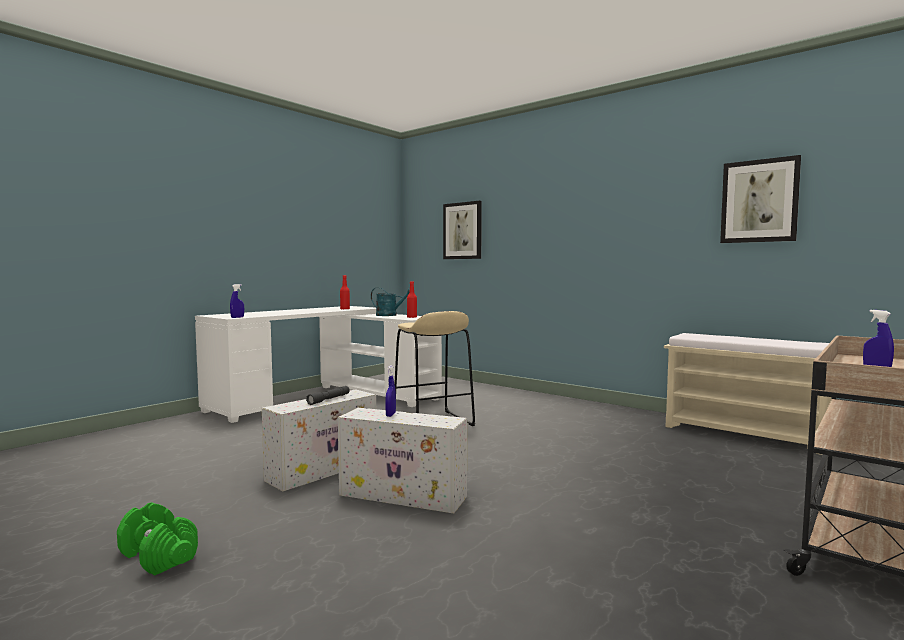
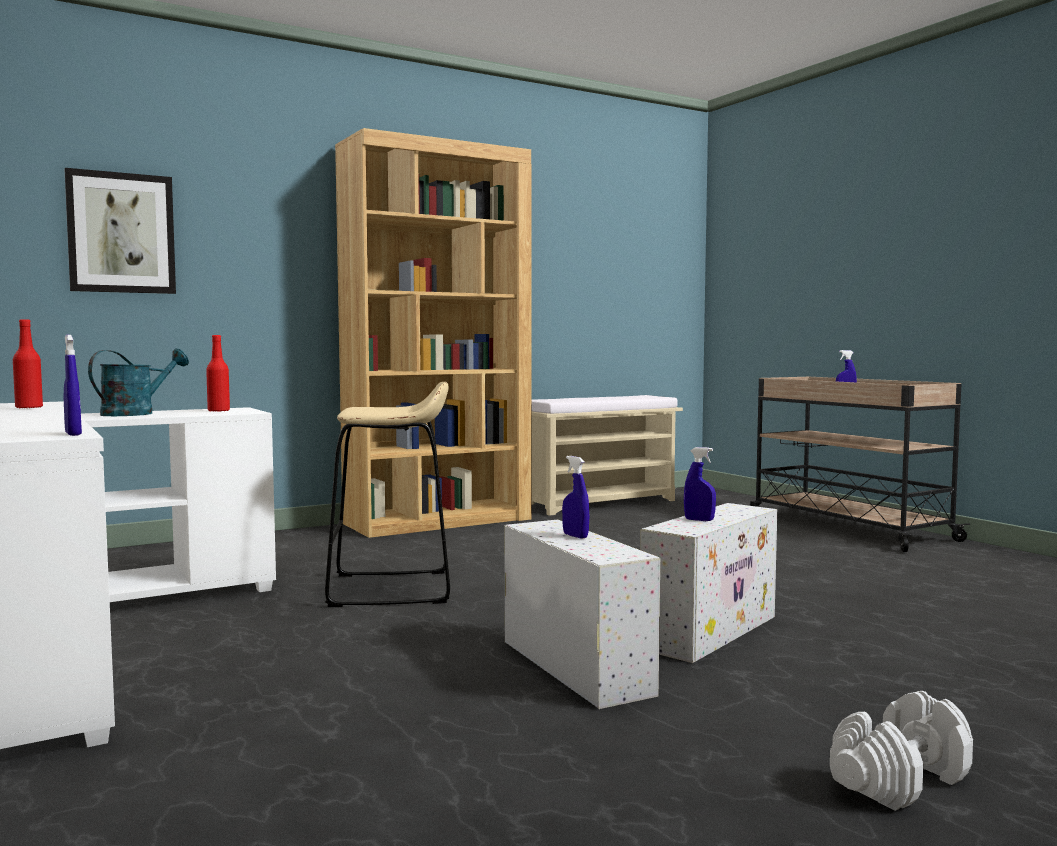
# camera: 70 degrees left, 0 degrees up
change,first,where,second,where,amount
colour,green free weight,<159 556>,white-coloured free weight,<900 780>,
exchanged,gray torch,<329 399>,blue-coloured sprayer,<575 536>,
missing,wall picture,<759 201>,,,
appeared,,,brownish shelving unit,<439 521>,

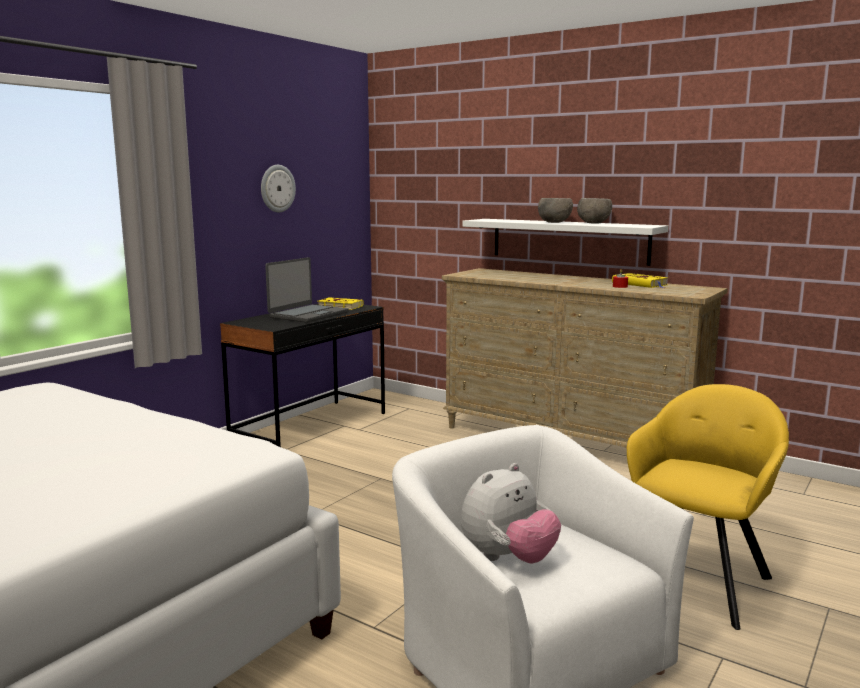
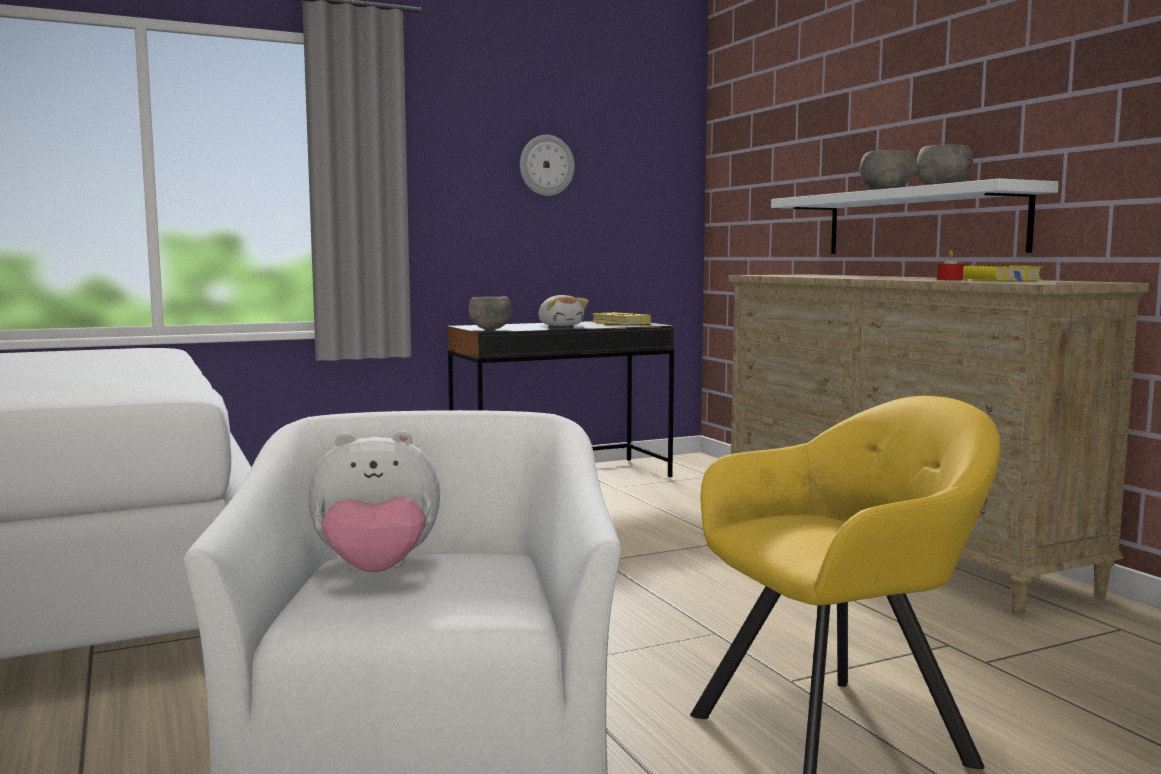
# camera: 30 degrees right, 5 degrees down
change,first,where,second,where,amount
exchanged,laptop,<308 315>,plush toy,<560 325>,
appeared,,,gray bowl,<490 329>,

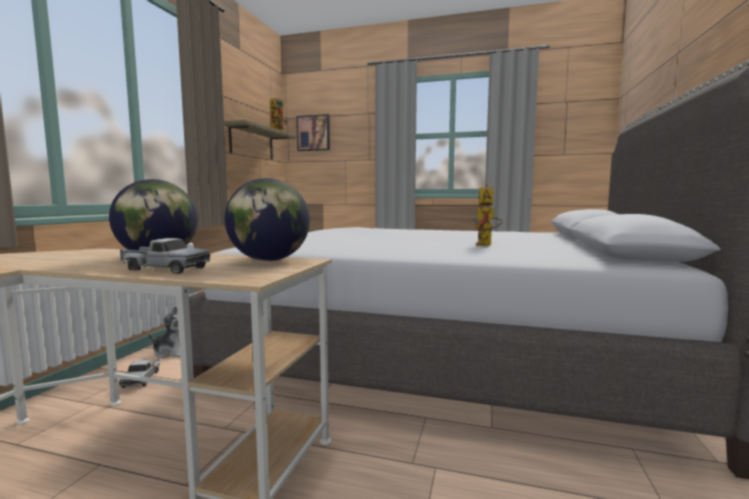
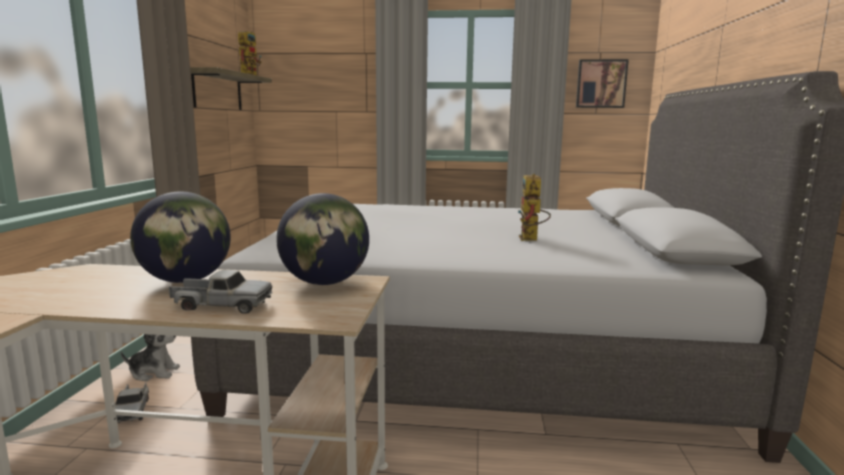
# camera: 10 degrees left, 5 degrees up
change,first,where,second,where,amount
relocated,wall picture,<314 133>,,<601 84>,

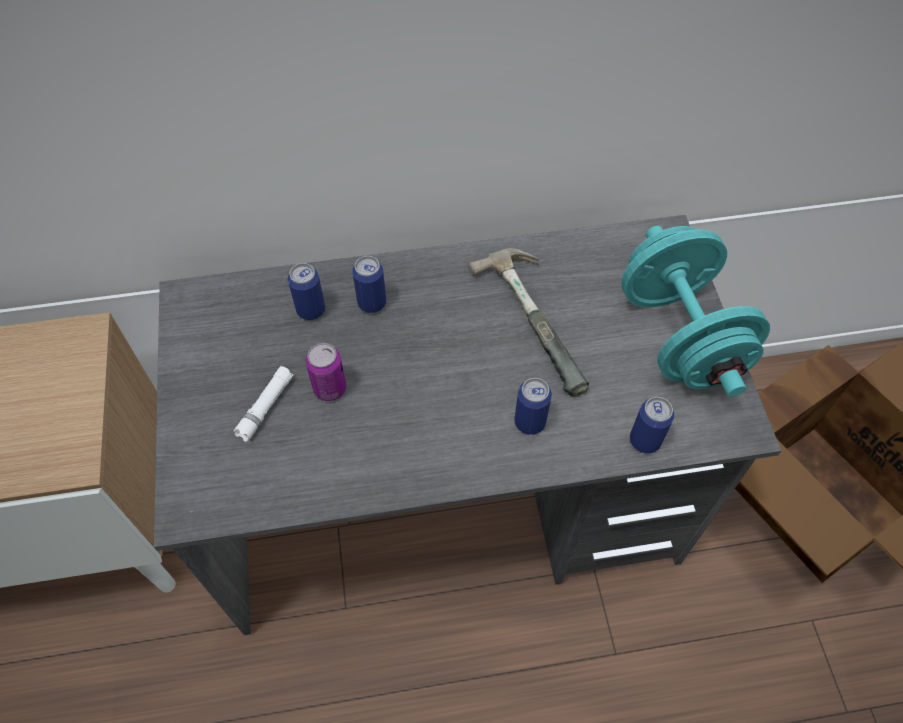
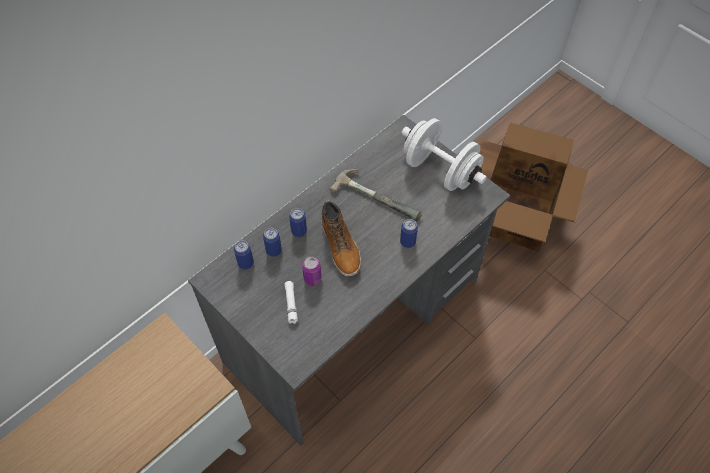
# camera: 35 degrees left, 0 degrees up
change,first,where,second,where,amount
colour,blue-green free weight,<680 337>,white-coloured free weight,<440 170>,
relocated,sealed can,<645 440>,,<245 263>,
appeared,,,tall boot,<341 247>,

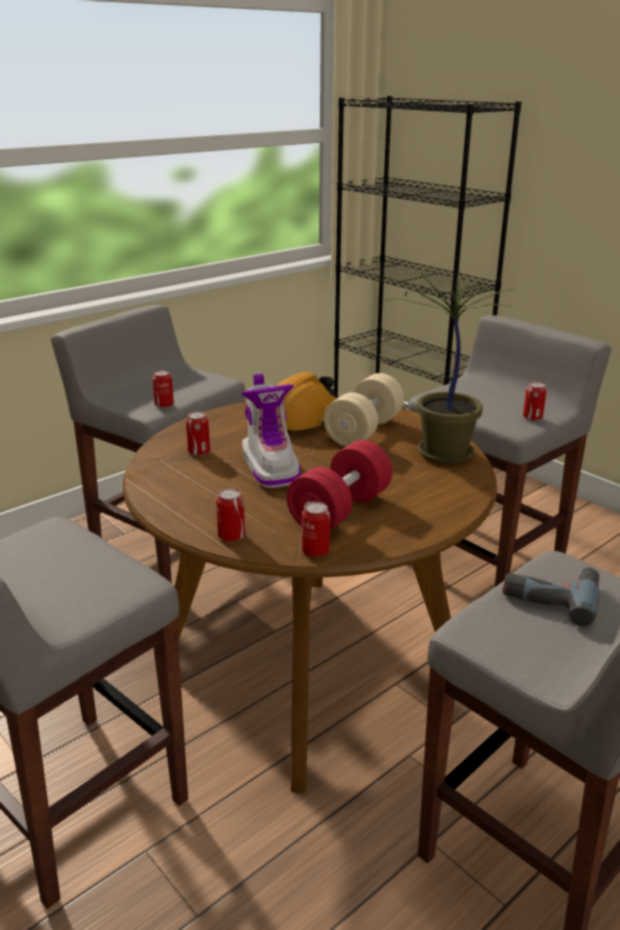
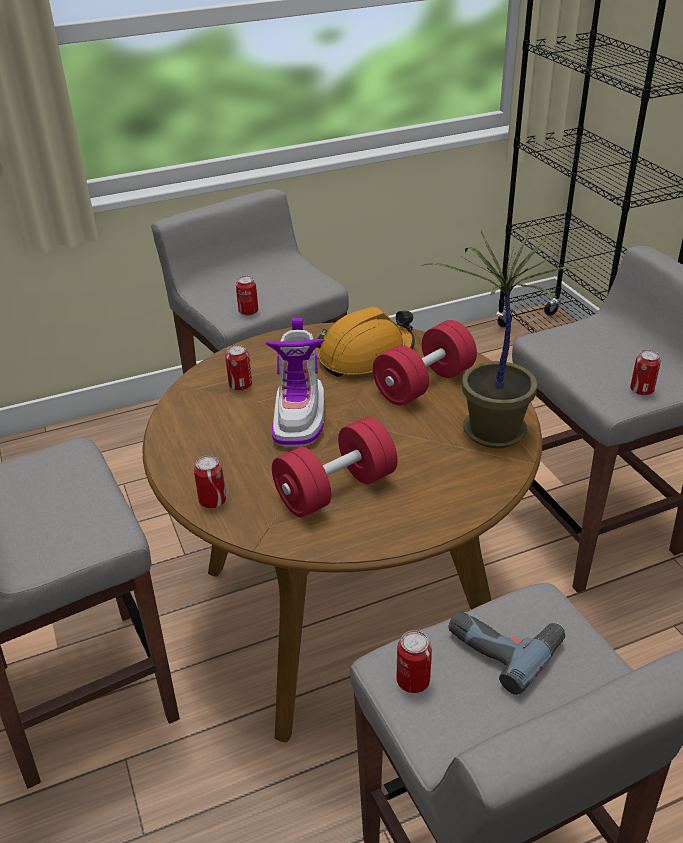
# camera: 20 degrees right, 10 degrees up
change,first,where,second,where,amount
relocated,sealed can,<315 551>,,<413 681>,
colour,sand-coloured free weight,<364 431>,red-coloured free weight,<424 384>,

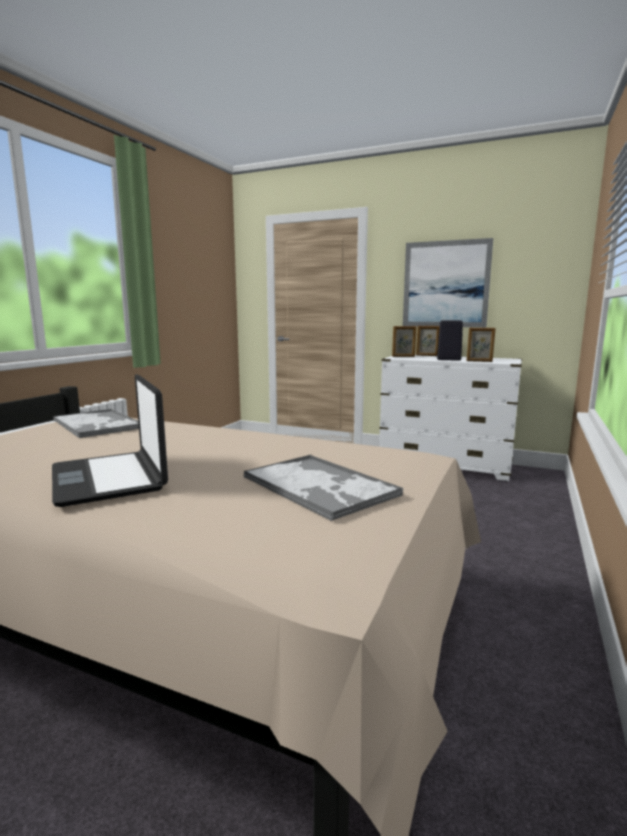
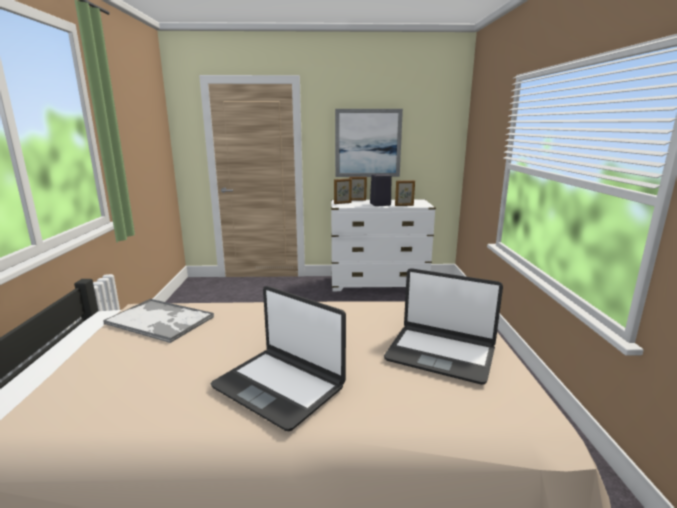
# camera: 25 degrees left, 5 degrees up
change,first,where,second,where,amount
exchanged,carrying tray,<320 486>,laptop,<440 354>,

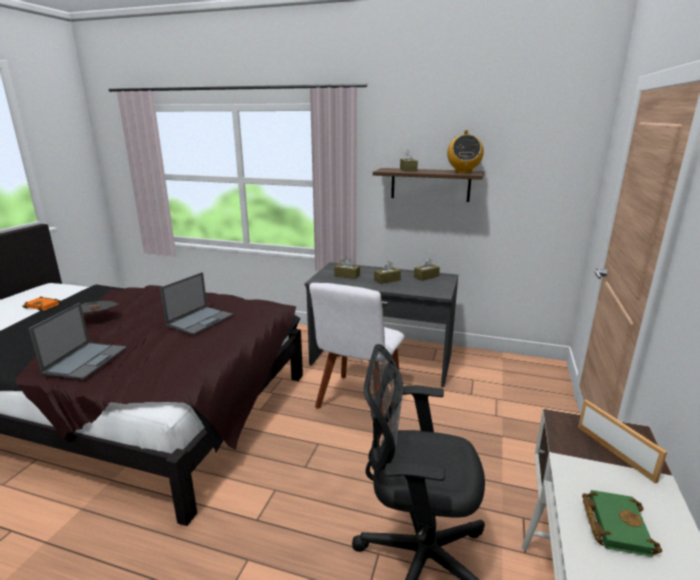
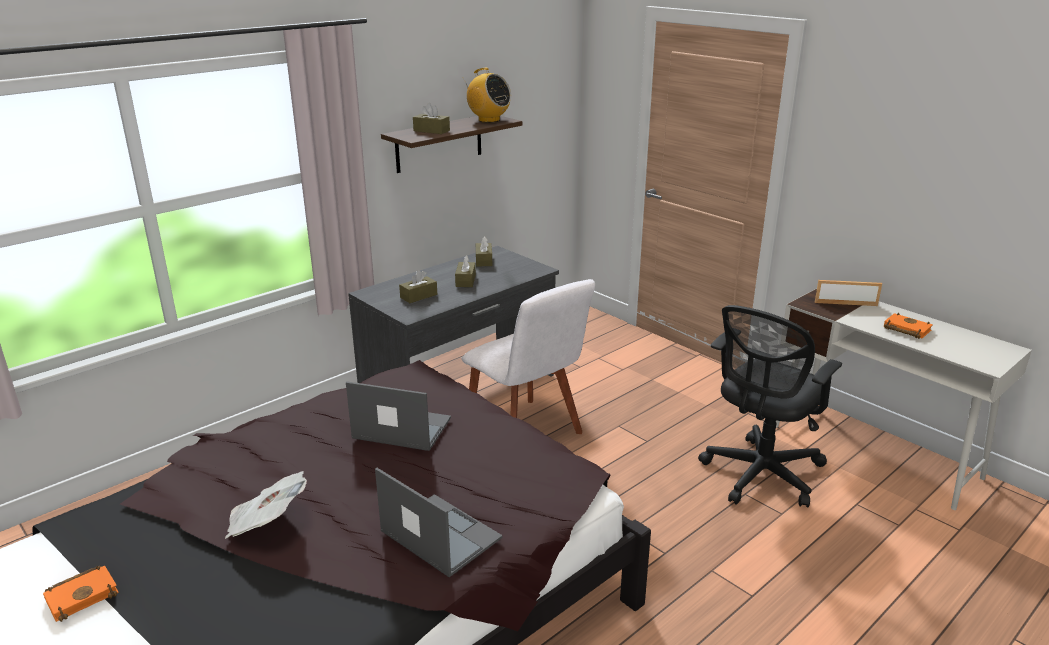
# camera: 60 degrees left, 5 degrees up
change,first,where,second,where,amount
spun,laptop,<200 320>,,<400 428>,45 degrees counterclockwise
colour,green volume,<614 524>,orange-coloured volume,<905 329>,

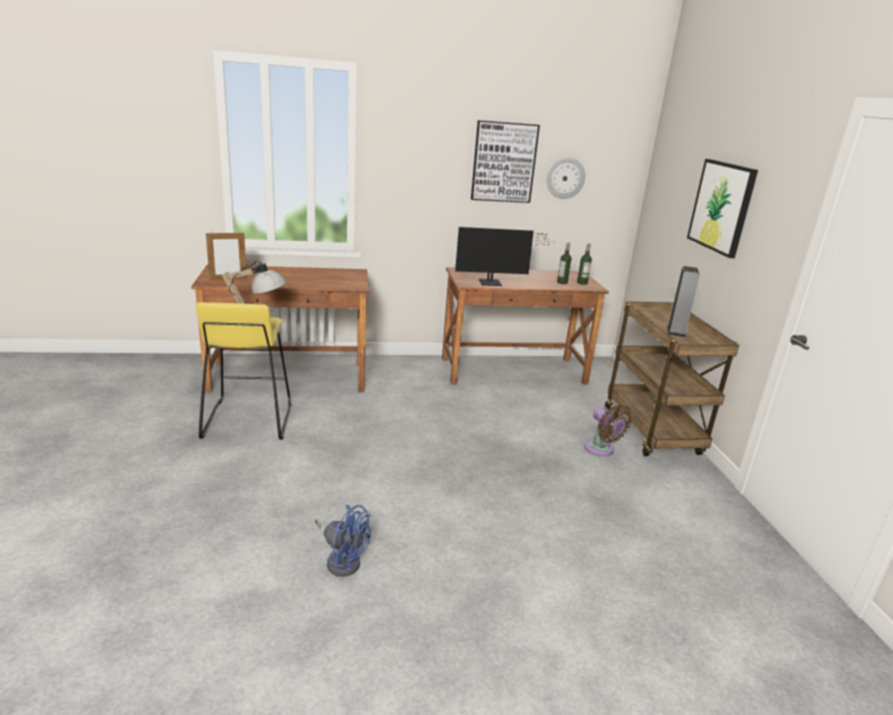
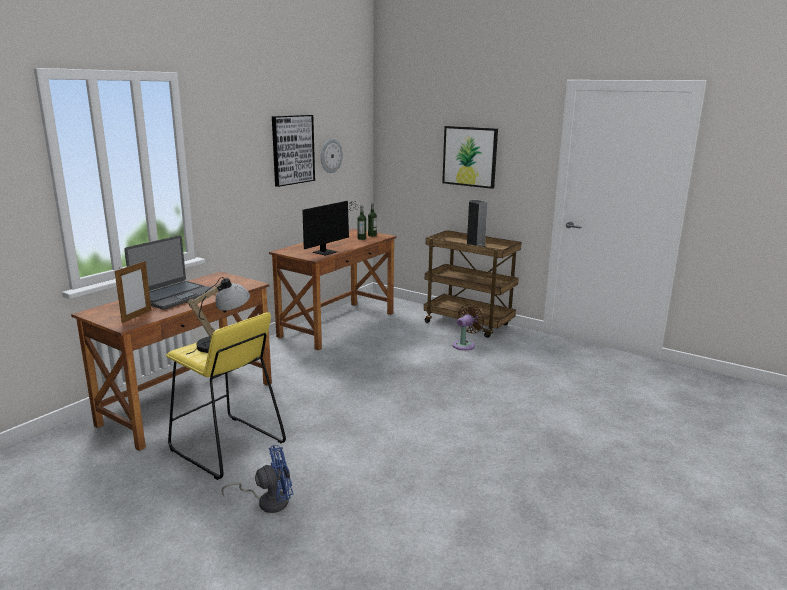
# camera: 45 degrees left, 5 degrees down
change,first,where,second,where,amount
relocated,blue-coloured fan,<342 560>,,<268 501>,
spun,brownish fan,<601 450>,,<465 345>,60 degrees counterclockwise
appeared,,,laptop,<174 296>,

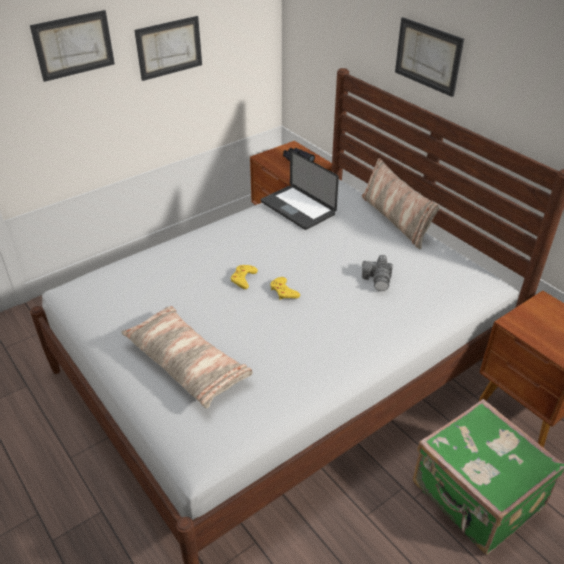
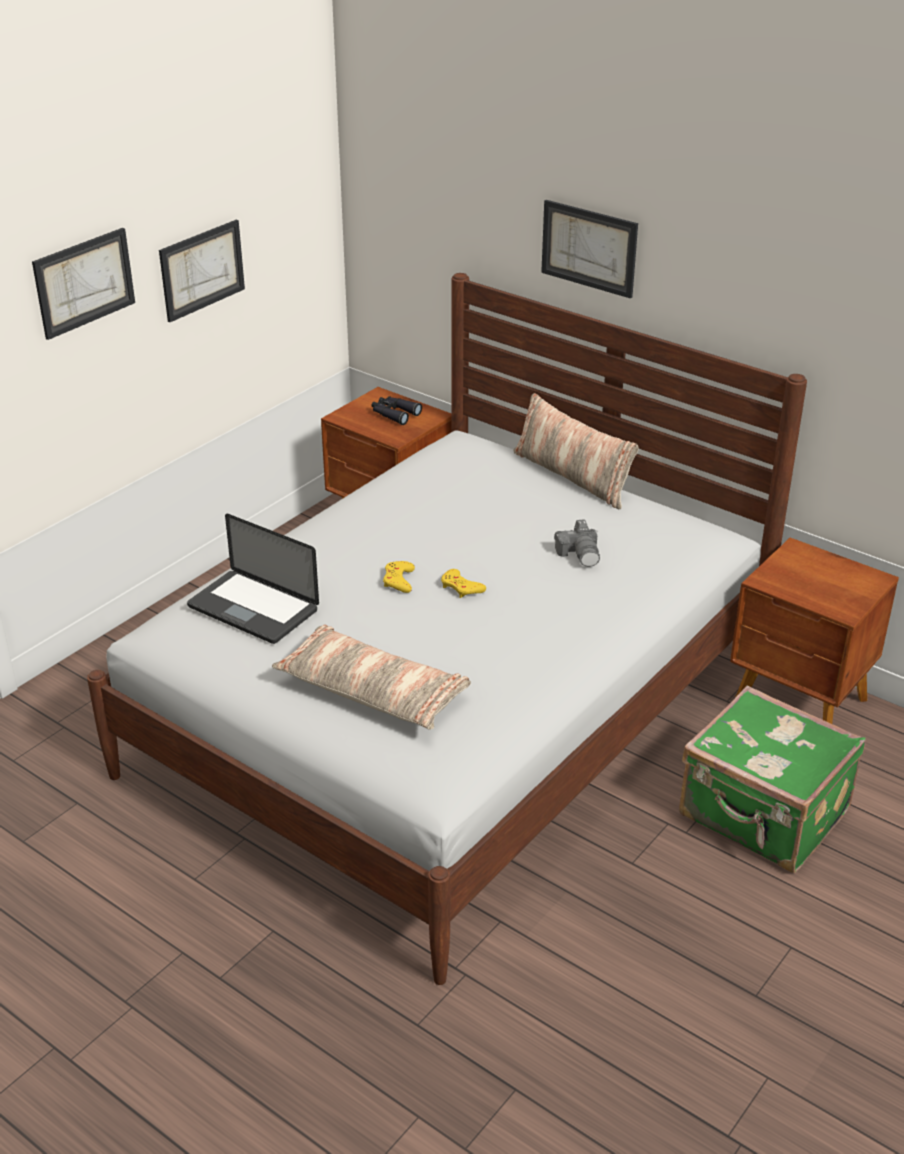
# camera: 15 degrees left, 5 degrees down
change,first,where,second,where,amount
relocated,laptop,<297 208>,,<253 608>,

